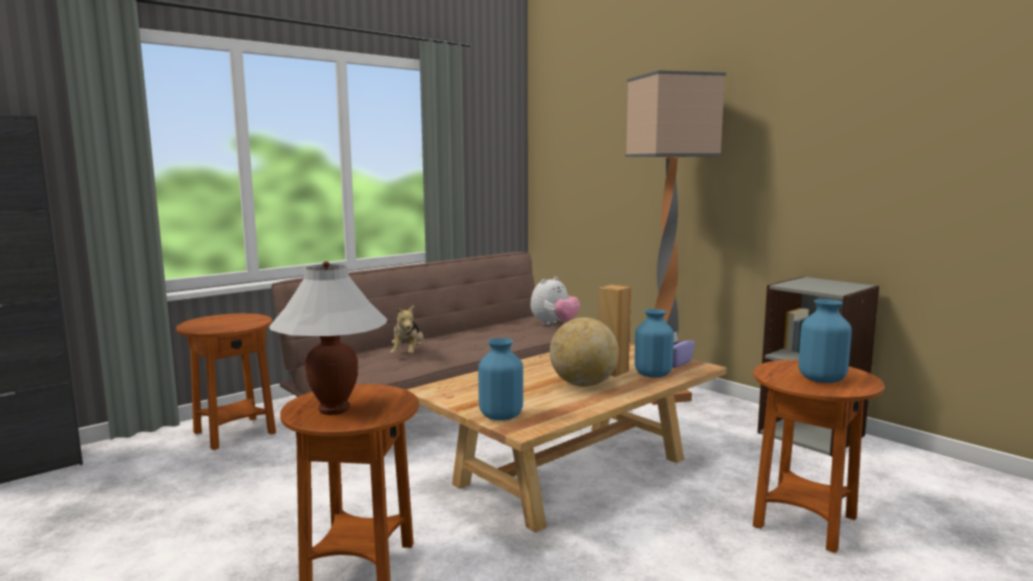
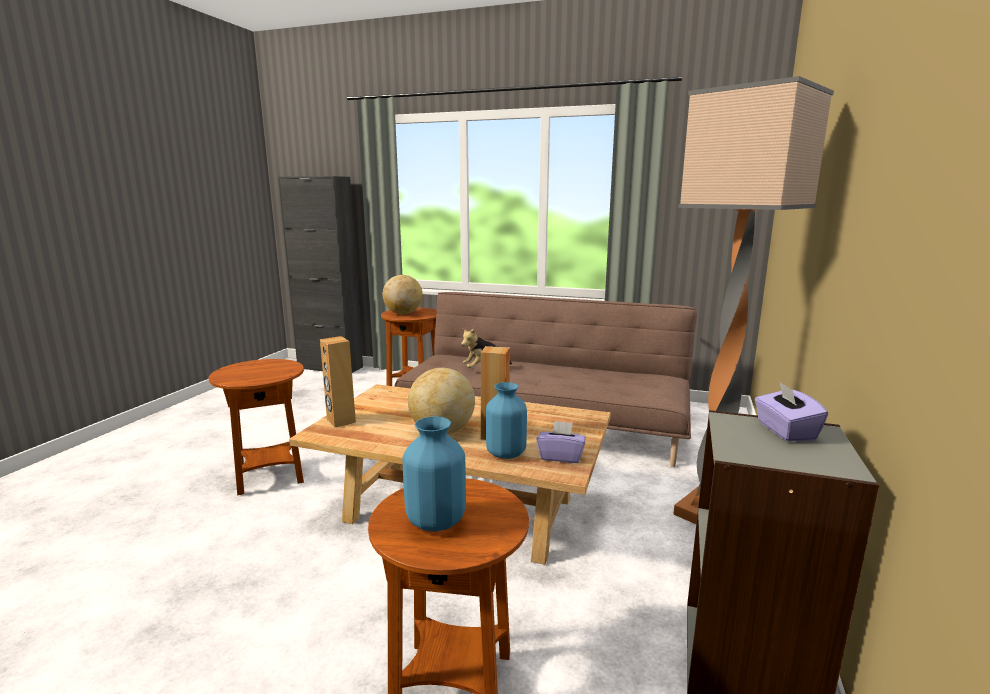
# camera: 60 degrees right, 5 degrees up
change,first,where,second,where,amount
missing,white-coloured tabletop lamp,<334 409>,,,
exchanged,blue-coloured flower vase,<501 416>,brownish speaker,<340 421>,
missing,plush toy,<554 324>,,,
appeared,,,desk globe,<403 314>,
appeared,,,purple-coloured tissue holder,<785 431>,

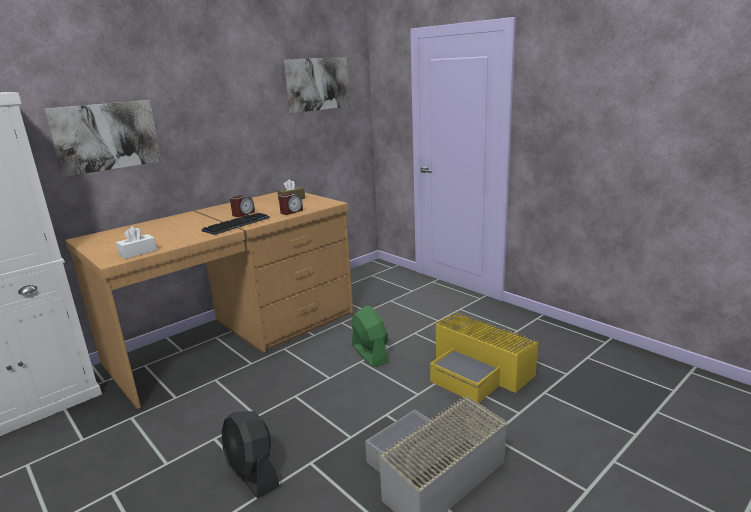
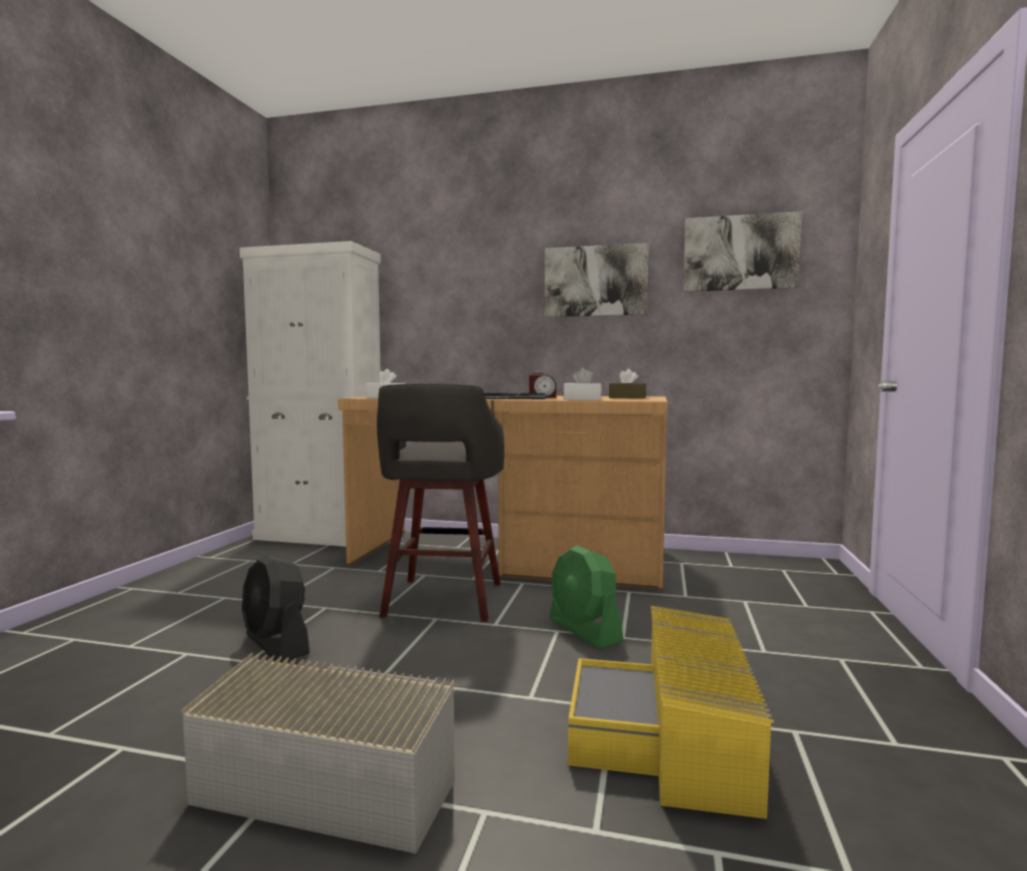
# camera: 55 degrees right, 15 degrees down
change,first,where,second,where,amount
relocated,wall picture,<106 136>,,<595 281>,
spun,blackish fan,<252 473>,,<276 644>,60 degrees counterclockwise
exchanged,table clock,<291 212>,white-coloured tissue holder,<582 399>,
spun,green fan,<370 353>,,<584 630>,120 degrees clockwise
appeared,,,gray sitting stool,<443 601>,

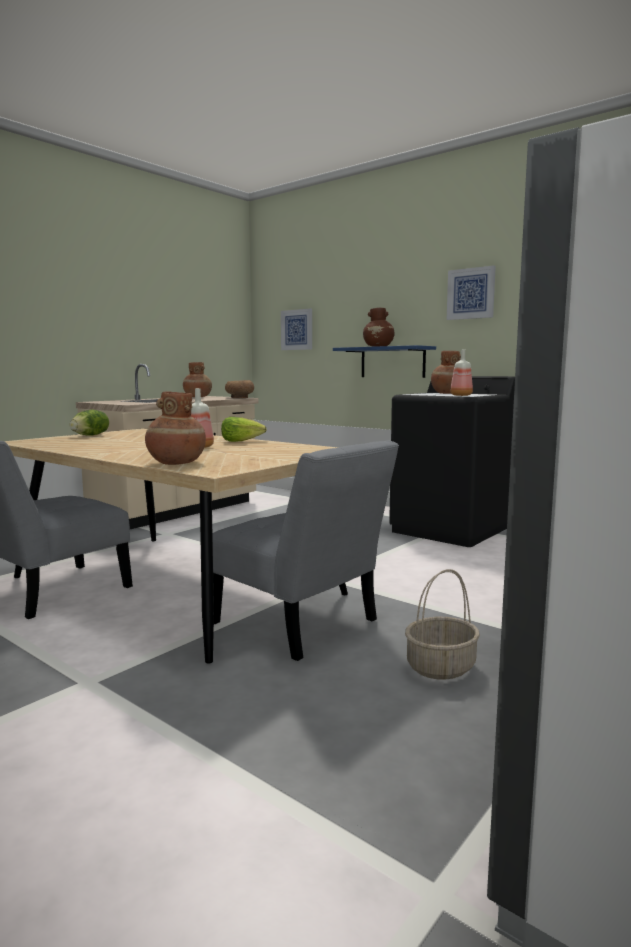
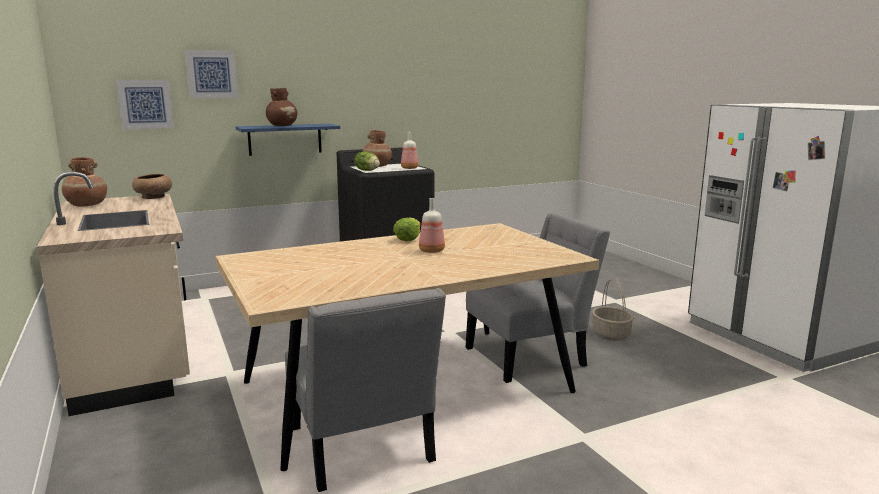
# camera: 65 degrees left, 5 degrees up
change,first,where,second,where,amount
relocated,lettuce,<91 435>,,<367 170>,
missing,brownish flower vase,<176 463>,,,
relocated,wall picture,<471 293>,,<211 74>,

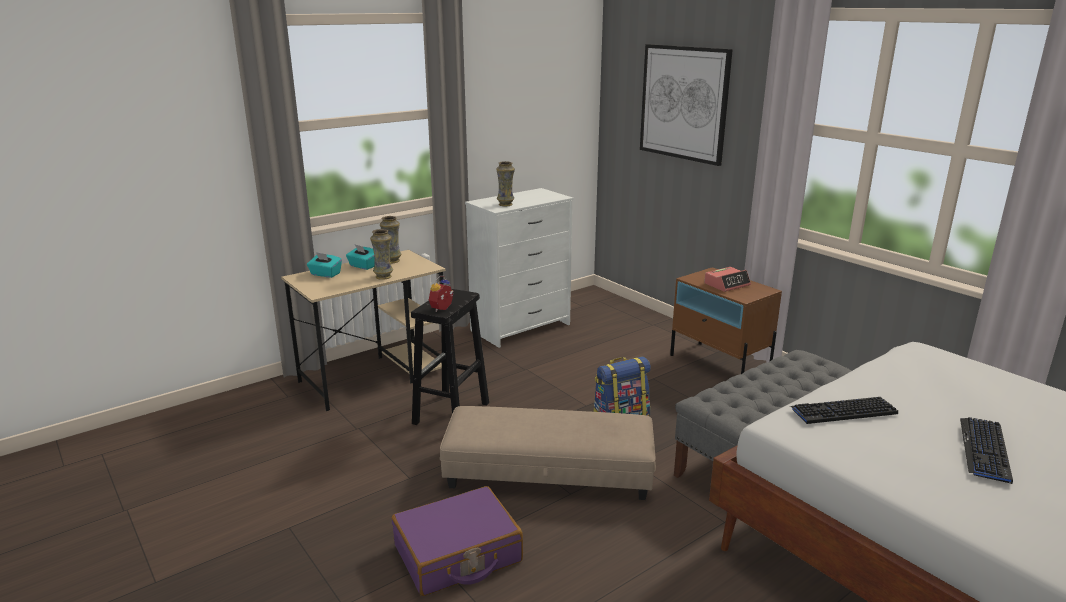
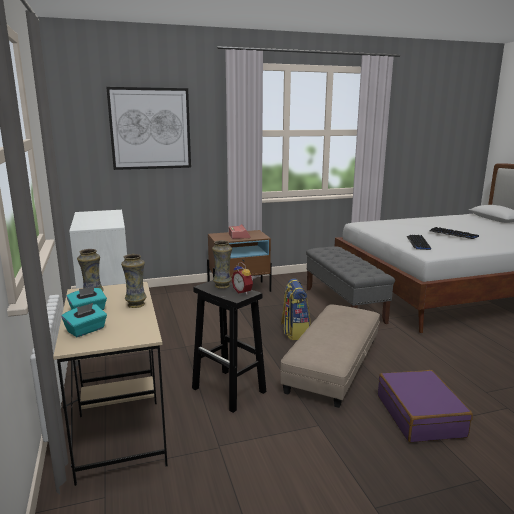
# camera: 70 degrees left, 5 degrees down
change,first,where,second,where,amount
relocated,flower vase,<505 204>,,<222 286>,

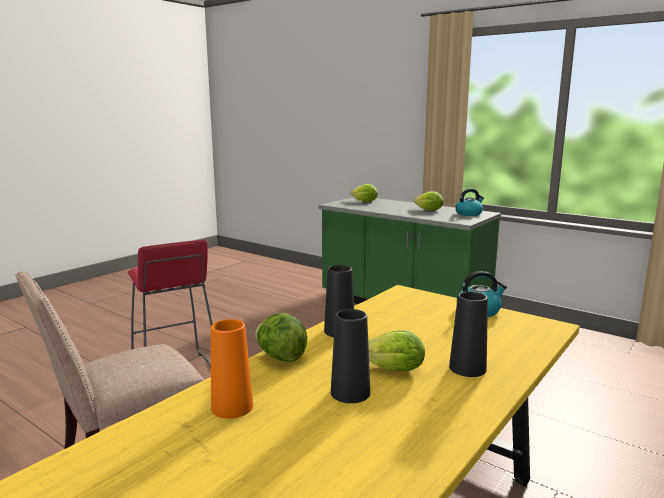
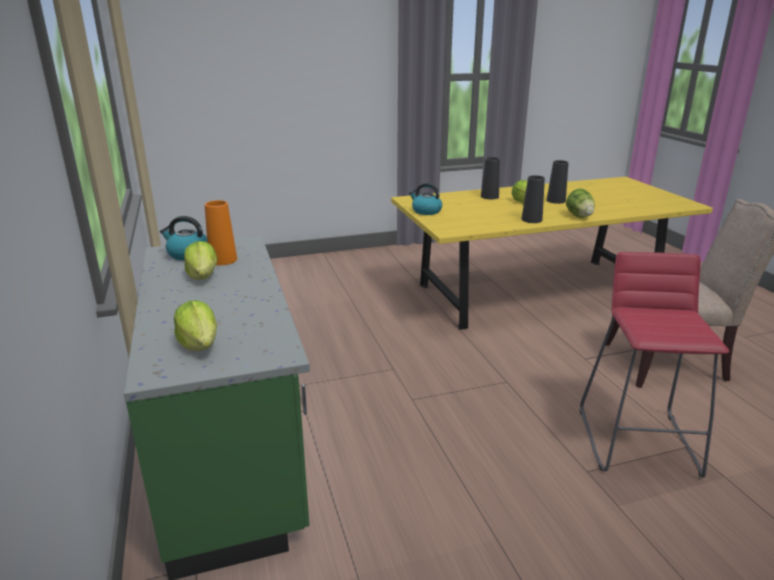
# camera: 145 degrees left, 10 degrees up
change,first,where,second,where,amount
relocated,orange-coloured flower vase,<232 407>,,<223 260>,

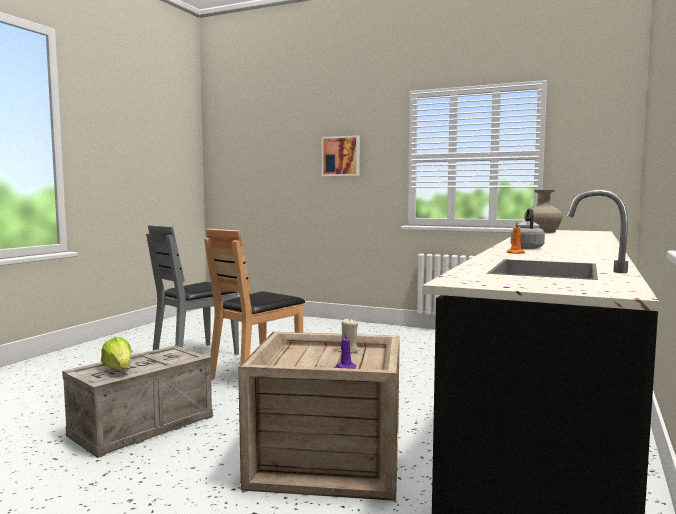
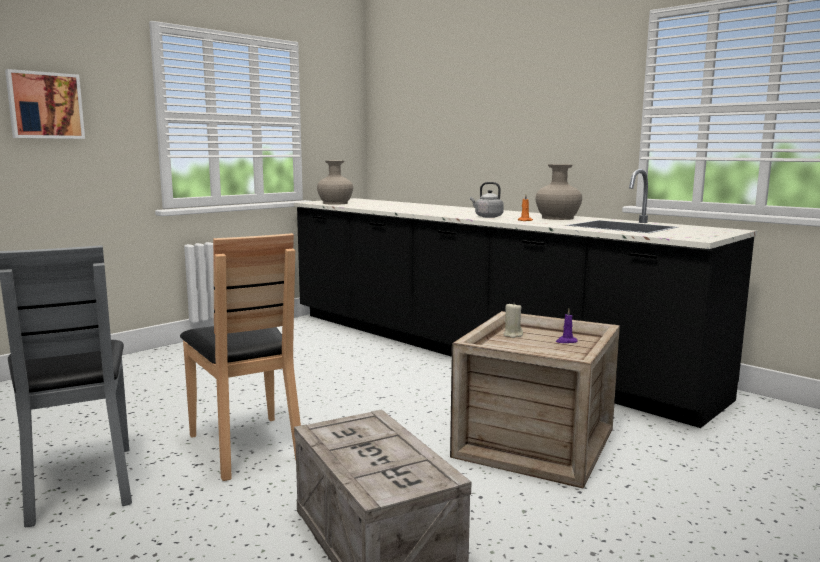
# camera: 70 degrees left, 5 degrees up
change,first,where,second,where,amount
missing,lettuce,<119 369>,,,
appeared,,,sand-coloured flower vase,<557 218>,

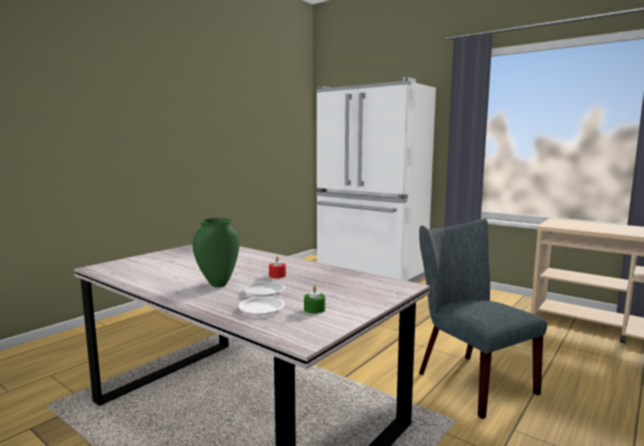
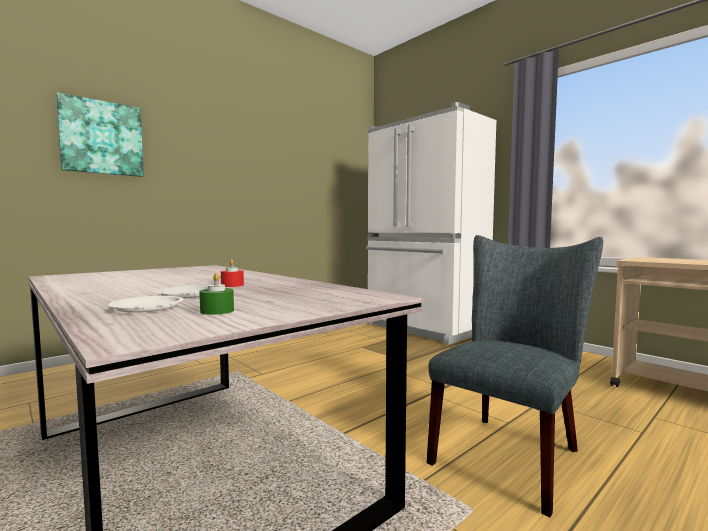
# camera: 10 degrees right, 5 degrees down
change,first,where,second,where,amount
missing,green flower vase,<218 284>,,,
spun,gray plain chair,<469 380>,,<510 452>,60 degrees clockwise
appeared,,,wall picture,<102 138>,

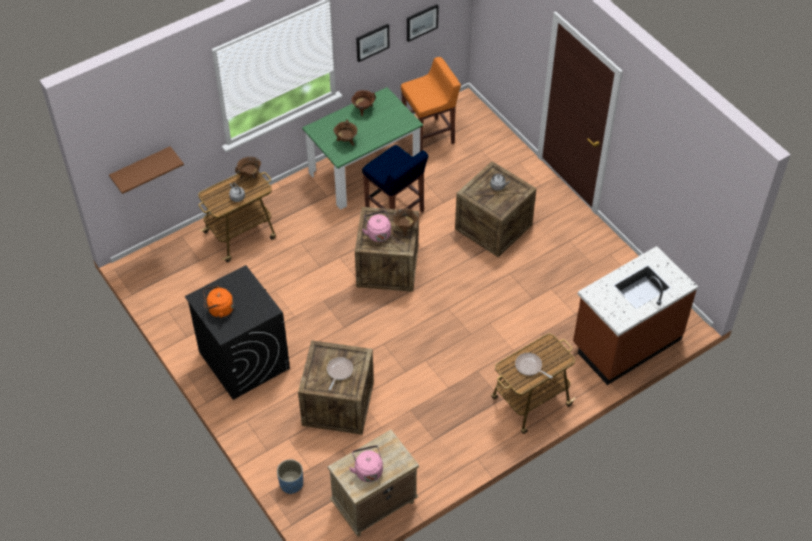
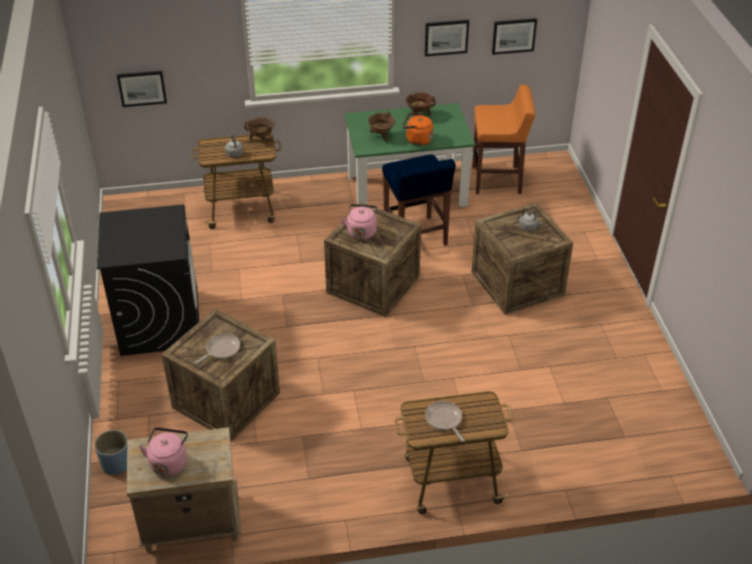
# camera: 25 degrees right, 10 degrees down
change,first,where,second,where,amount
exchanged,brownish bracket shelf,<141 168>,wall picture,<142 88>,
relocated,orange-coloured kettle,<219 309>,,<417 140>,
missing,brownish cooking pot,<405 228>,,,
missing,brownish kitchen counter,<625 342>,,,

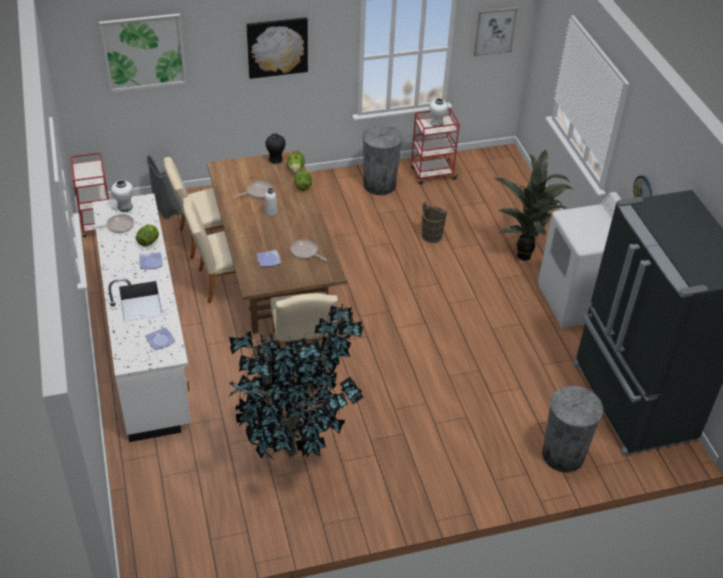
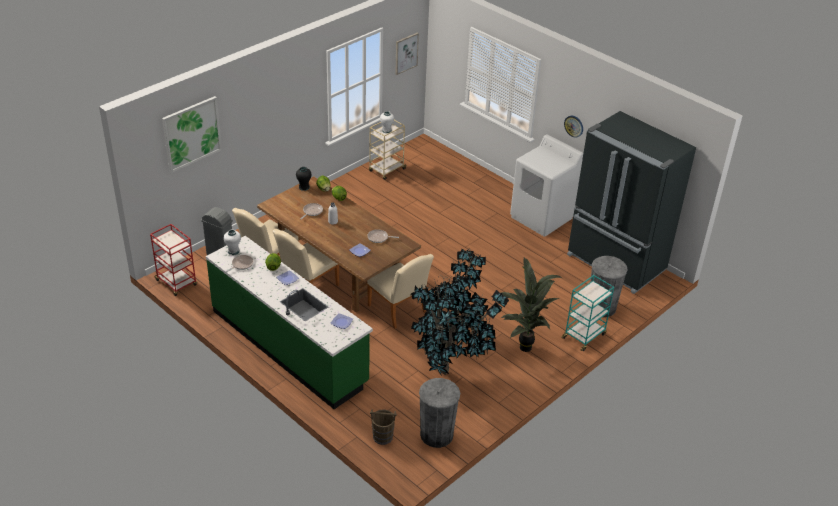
# camera: 30 degrees left, 5 degrees down
change,first,where,second,where,amount
colour,white-coloured kitchen counter,<147 344>,green kitchen counter,<289 346>,
missing,wall picture,<277 47>,,,
relocated,gray waste bin,<379 185>,,<436 434>,
colour,red-coloured cart,<432 174>,sand-coloured cart,<386 170>,
relocated,brownish water bucket,<432 236>,,<383 437>,
relocated,potted plant,<524 254>,,<524 345>,
appeared,,,blue-green cart,<584 335>,

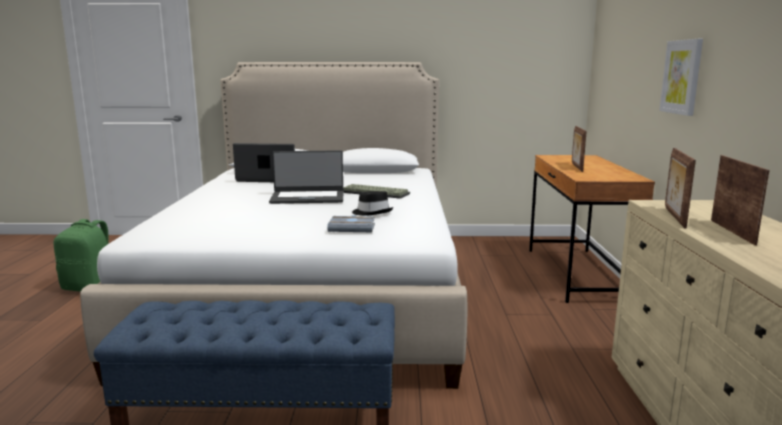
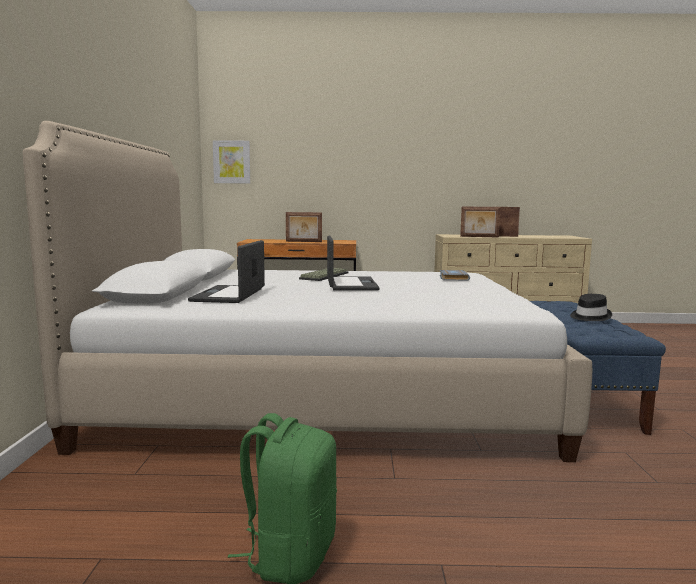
# camera: 90 degrees left, 5 degrees down
change,first,where,second,where,amount
relocated,blackish wearable hat,<372 212>,,<589 317>,
relocated,wall picture,<682 77>,,<231 162>,

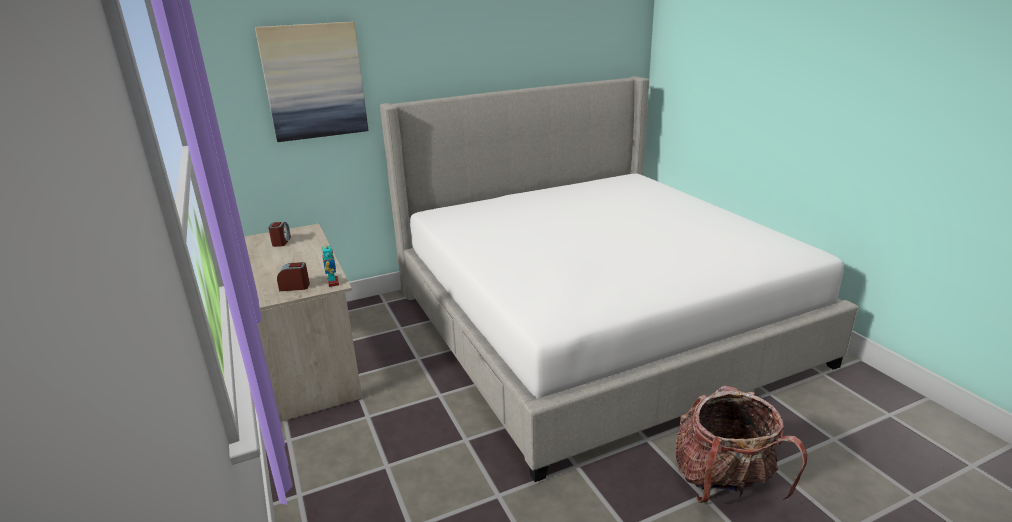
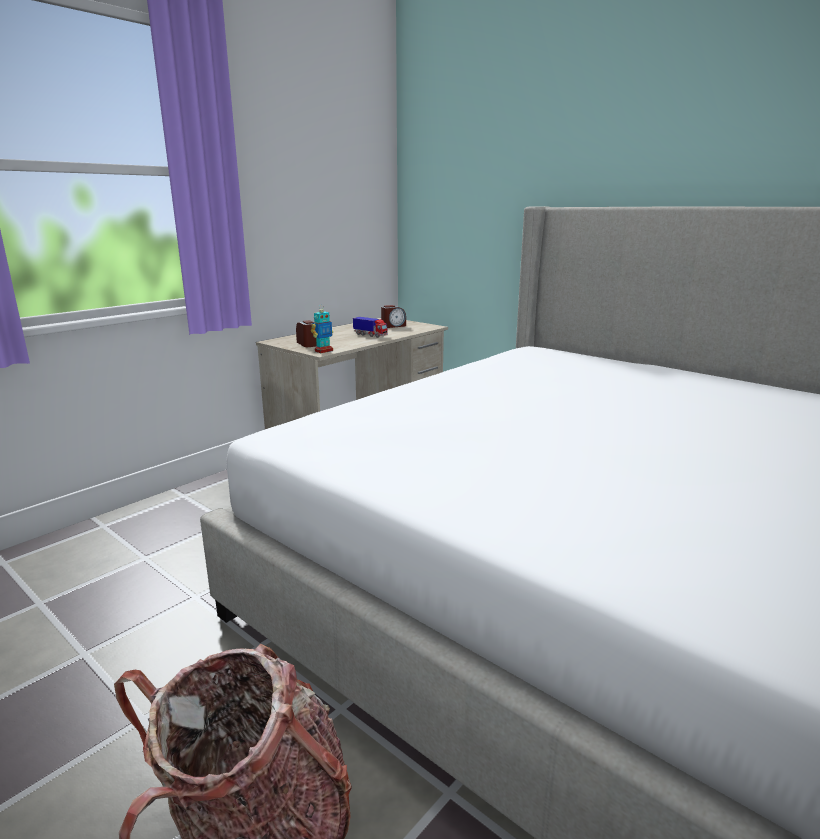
# camera: 65 degrees right, 5 degrees down
change,first,where,second,where,amount
missing,wall picture,<314 81>,,,
appeared,,,toy lorry,<370 335>,

